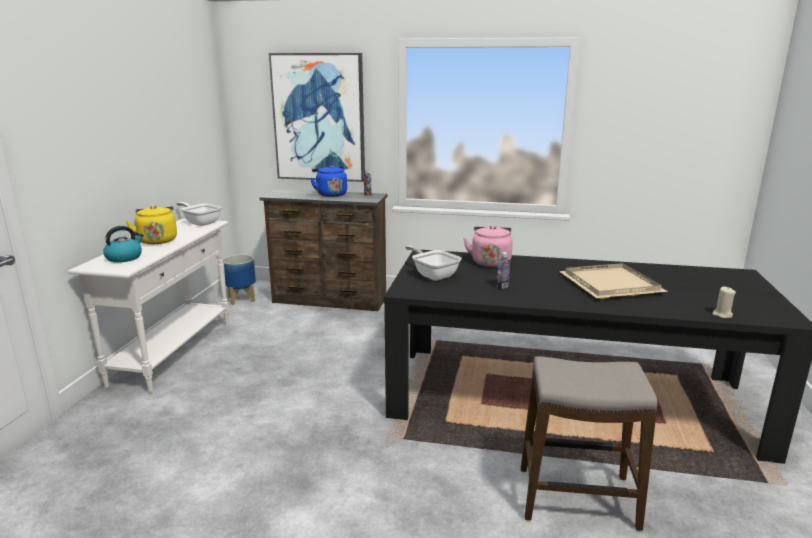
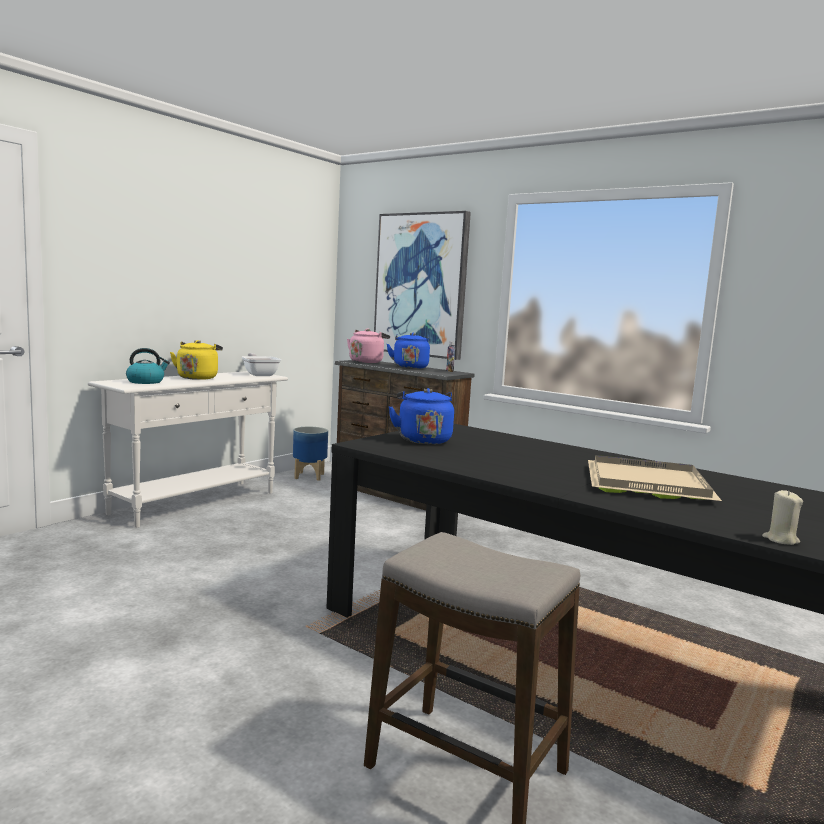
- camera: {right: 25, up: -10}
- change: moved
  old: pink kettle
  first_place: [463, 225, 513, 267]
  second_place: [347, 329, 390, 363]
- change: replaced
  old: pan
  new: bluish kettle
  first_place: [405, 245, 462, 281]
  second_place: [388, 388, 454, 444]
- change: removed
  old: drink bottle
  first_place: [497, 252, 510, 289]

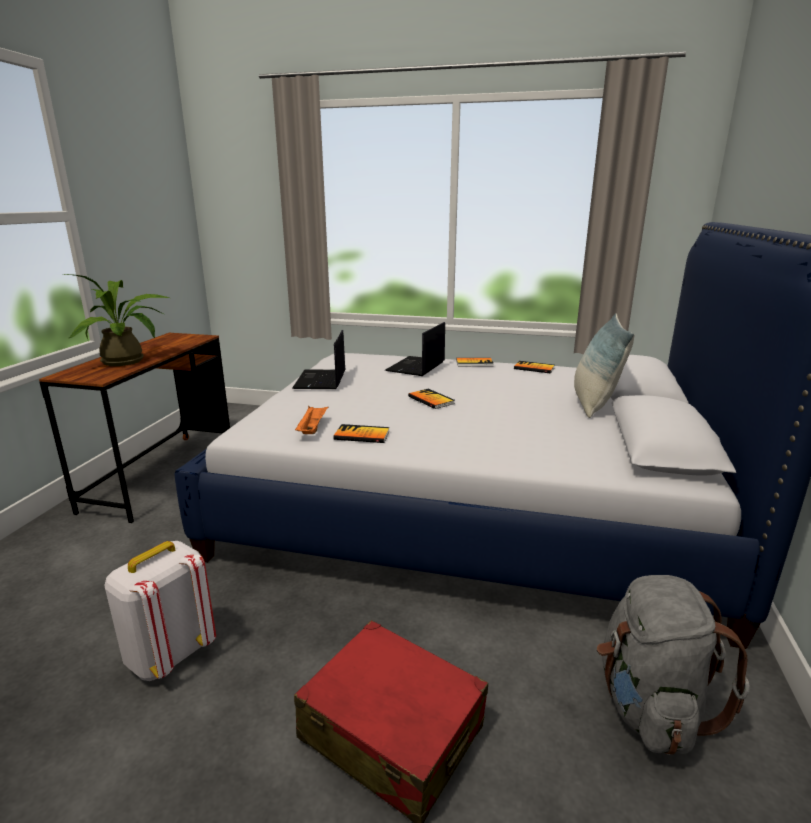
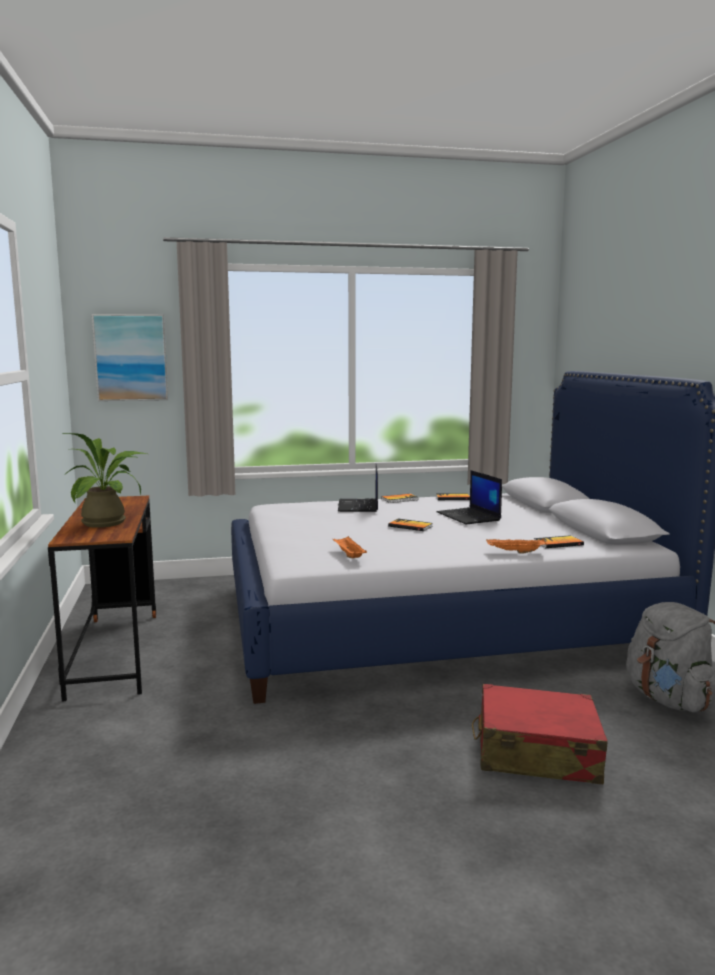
- camera: {right: -25, up: -10}
- change: added
  new: wall picture
  second_place: [92, 314, 168, 401]
- change: moved
  old: laptop
  first_place: [292, 330, 345, 389]
  second_place: [437, 470, 502, 524]
- change: added
  new: orange tray
  second_place: [486, 539, 546, 554]
- change: moved
  old: bound book
  first_place: [333, 424, 390, 443]
  second_place: [534, 535, 584, 548]
- change: removed
  old: whitish knapsack
  first_place: [105, 541, 216, 681]
- change: removed
  old: throw pillow
  first_place: [574, 313, 634, 418]

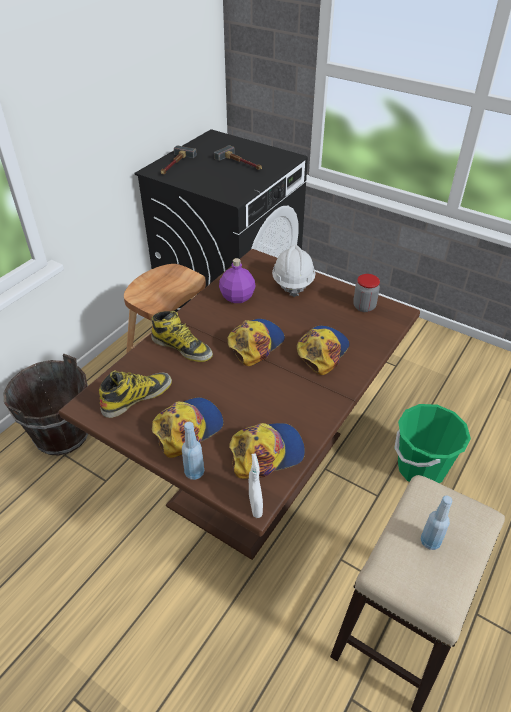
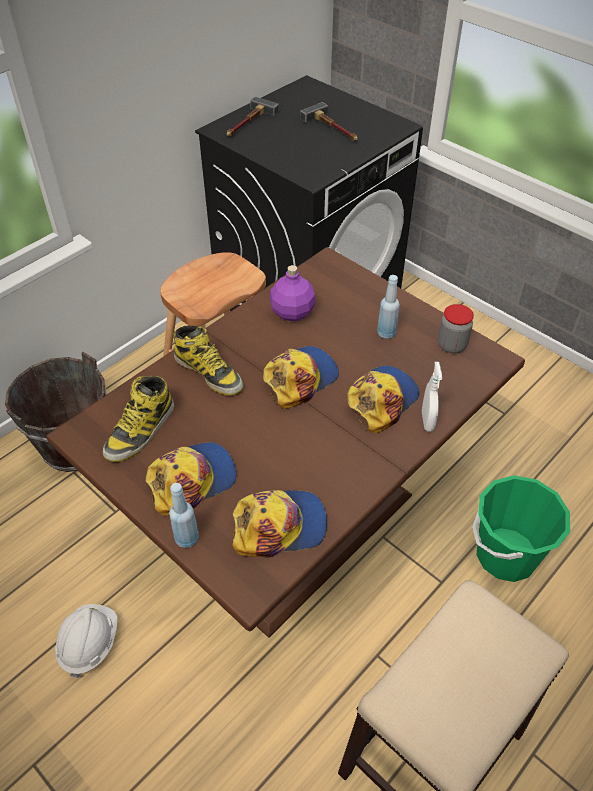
- camera: {right: 10, up: 5}
- change: moved
  old: whitish hard hat
  first_place: [272, 245, 316, 297]
  second_place: [55, 604, 118, 678]
- change: turned
  old: tall boot
  first_place: [99, 370, 172, 418]
  second_place: [103, 376, 174, 462]
  degrees: 150
- change: moved
  old: bluish drink bottle
  first_place: [420, 495, 452, 550]
  second_place: [377, 275, 400, 339]
- change: moved
  old: whitish spray bottle
  first_place: [249, 453, 263, 518]
  second_place: [422, 362, 442, 432]

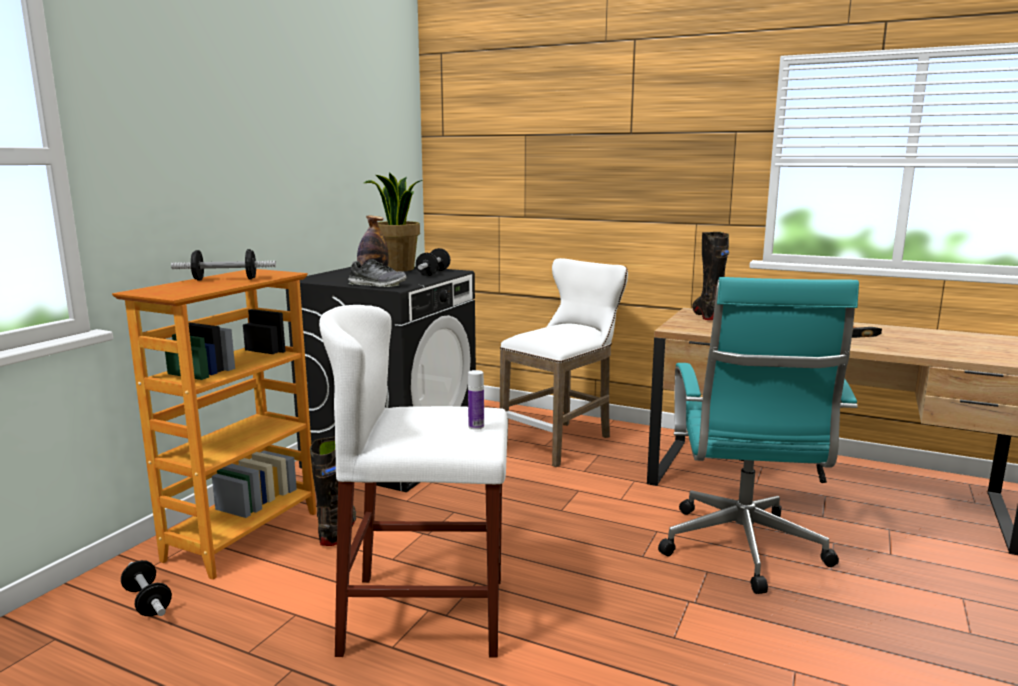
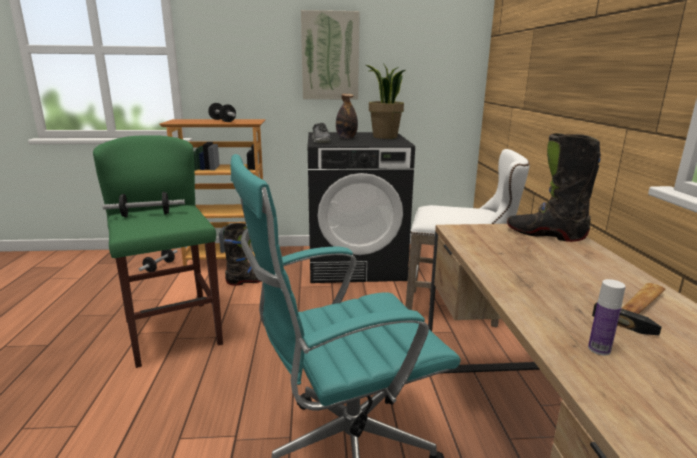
- camera: {right: 60, up: 5}
- change: recoloured
  old: whitish stool seat
  new: green-coloured stool seat
  first_place: [319, 305, 508, 657]
  second_place: [93, 135, 223, 368]
- change: moved
  old: free weight
  first_place: [416, 248, 450, 276]
  second_place: [103, 192, 185, 217]
- change: added
  new: wall picture
  second_place: [301, 10, 360, 100]
- change: turned
  old: black tall boot
  first_place: [692, 232, 729, 320]
  second_place: [507, 133, 601, 242]
  degrees: -120
- change: moved
  old: drink bottle
  first_place: [468, 370, 484, 430]
  second_place: [588, 279, 626, 356]

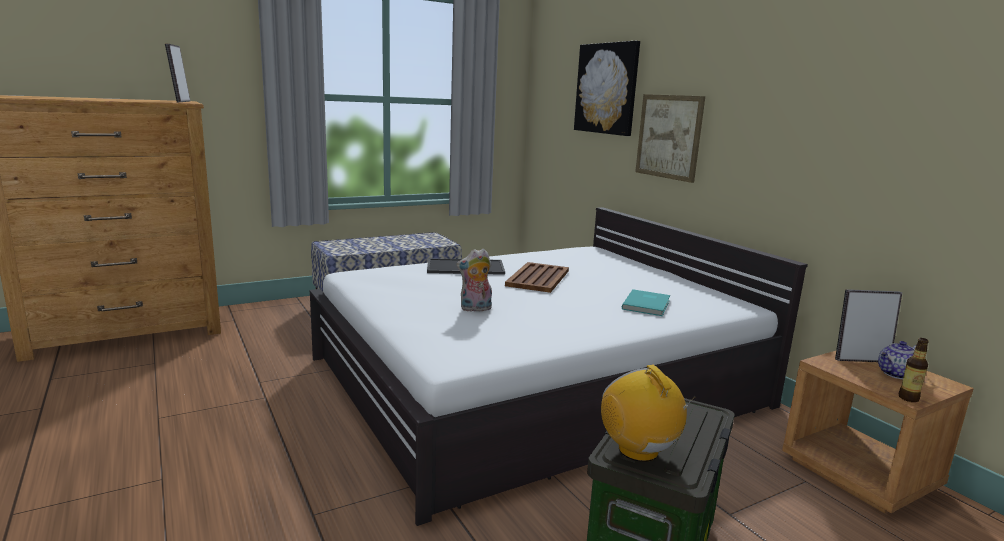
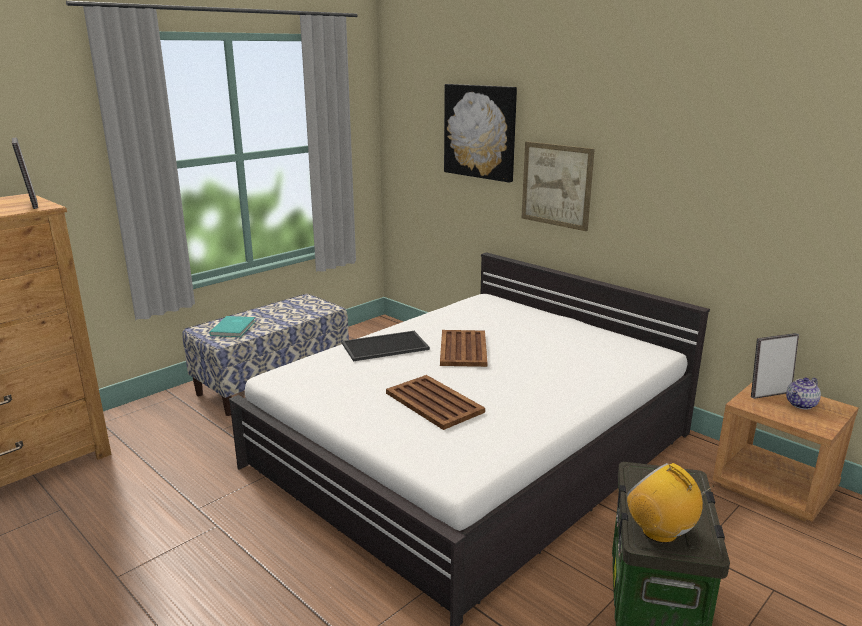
- camera: {right: -15, up: 5}
- change: moved
  old: blue-green bound book
  first_place: [622, 289, 670, 316]
  second_place: [209, 316, 256, 337]
- change: replaced
  old: plush toy
  new: brown tray
  first_place: [456, 248, 492, 312]
  second_place: [386, 375, 485, 430]
- change: removed
  old: drink bottle
  first_place: [899, 338, 929, 402]

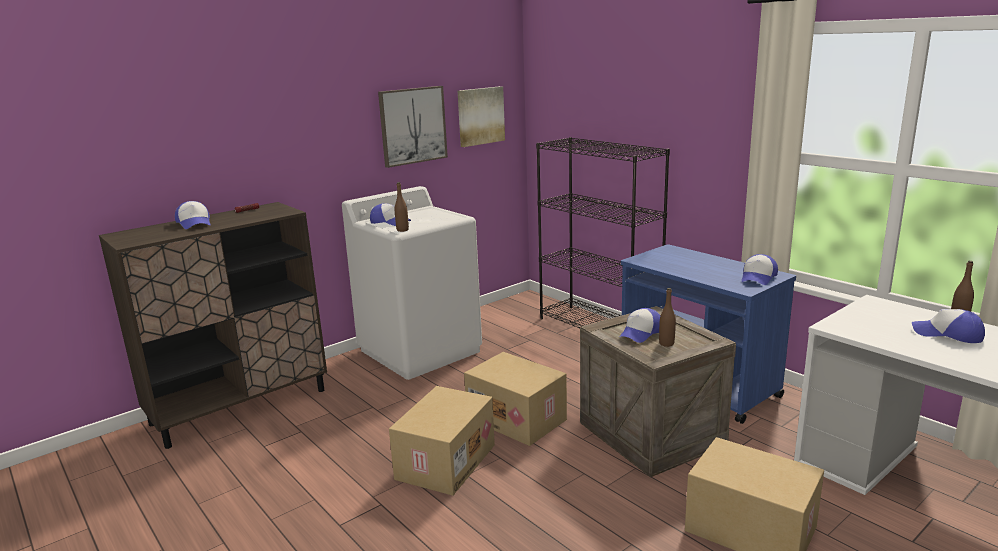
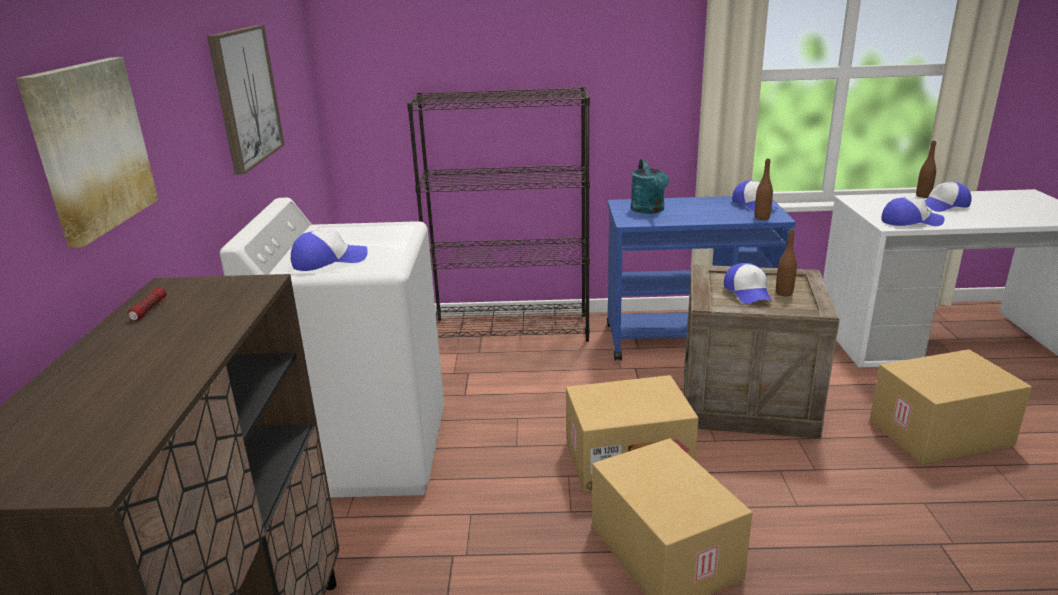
- camera: {right: -50, up: 5}
- change: moved
  old: wall picture
  first_place: [458, 86, 505, 147]
  second_place: [16, 57, 158, 248]
- change: added
  new: blue-green sprinkling can
  second_place: [631, 159, 669, 214]
- change: moved
  old: brown drink bottle
  first_place: [395, 182, 409, 232]
  second_place: [754, 159, 773, 220]
- change: moved
  old: baseball cap
  first_place: [175, 201, 211, 229]
  second_place: [881, 197, 944, 226]

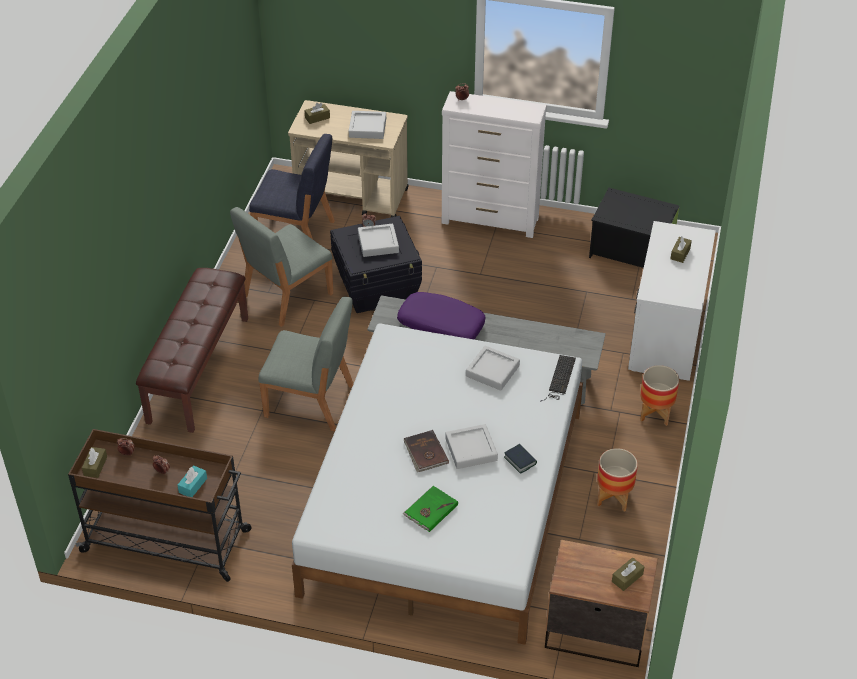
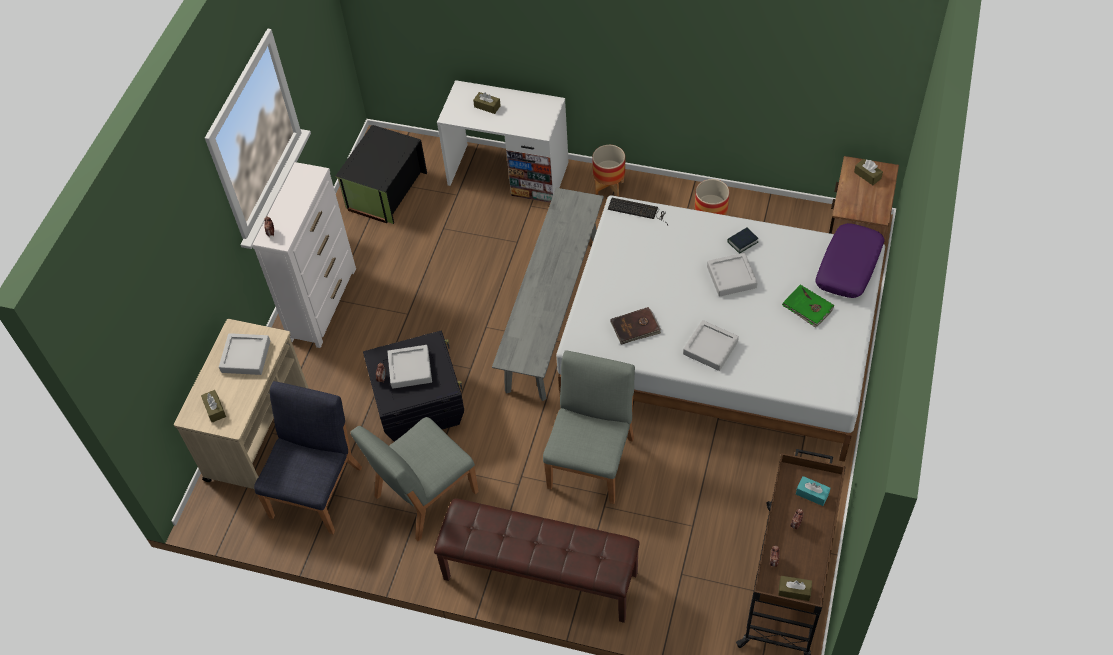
- camera: {right: -85, up: 10}
- change: turned
  old: grey plain chair
  first_place: [230, 207, 333, 327]
  second_place: [350, 417, 479, 541]
  degrees: 90
- change: moved
  old: brown bound book
  first_place: [404, 430, 449, 472]
  second_place: [610, 307, 661, 345]
- change: moved
  old: grey tray
  first_place: [466, 346, 520, 391]
  second_place: [683, 320, 739, 371]
- change: moved
  old: purple throw pillow
  first_place: [397, 292, 486, 340]
  second_place: [815, 223, 885, 298]

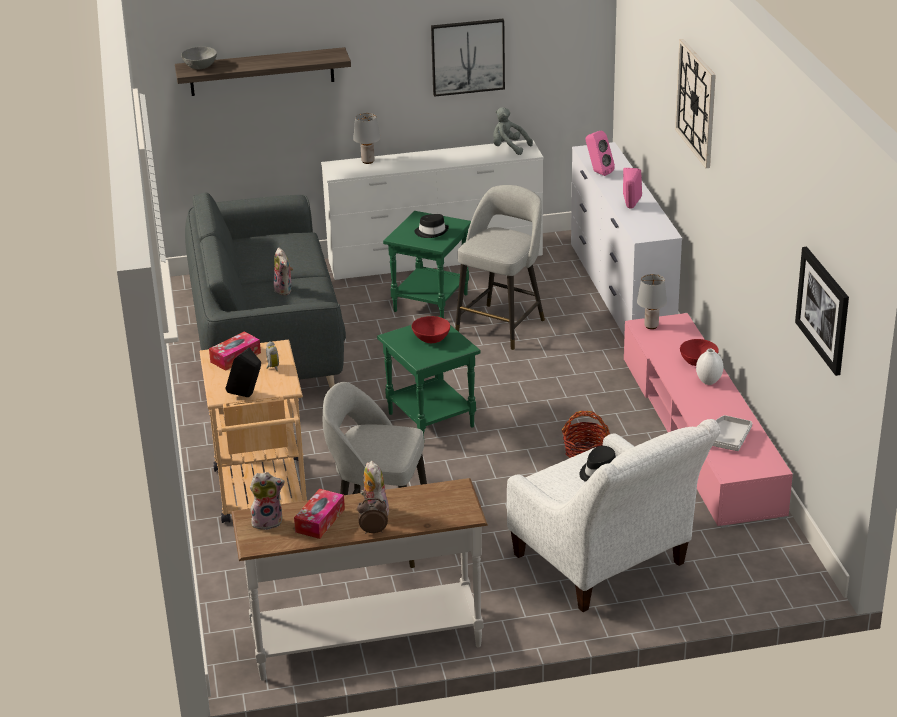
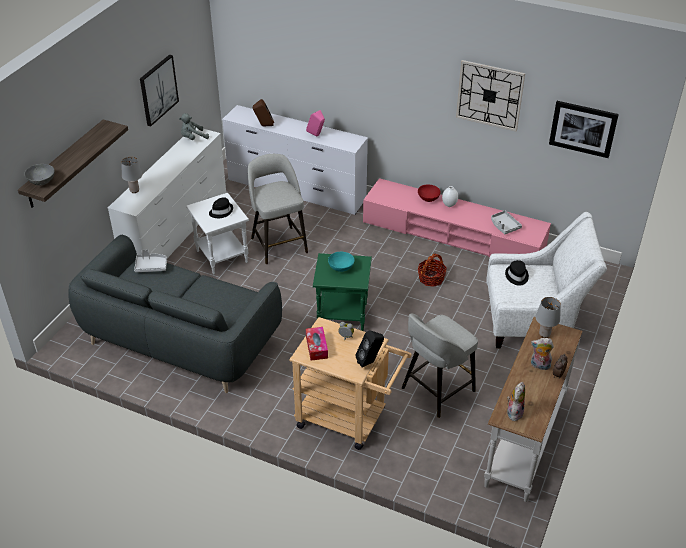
- camera: {right: -55, up: 10}
- change: added
  new: grey tray
  second_place: [134, 249, 167, 272]
- change: recoloured
  old: green-coloured accent table
  new: whitish accent table
  first_place: [383, 211, 471, 318]
  second_place: [186, 193, 249, 275]
- change: recoloured
  old: pink speaker
  new: brown speaker
  first_place: [586, 130, 615, 176]
  second_place: [253, 99, 274, 126]
- change: recoloured
  old: reddish deep dish
  new: blue-green deep dish
  first_place: [412, 316, 450, 343]
  second_place: [328, 252, 355, 272]
- change: moved
  old: hanging clock
  first_place: [675, 39, 716, 168]
  second_place: [456, 60, 525, 131]
- change: moved
  old: grey tabletop lamp
  first_place: [637, 274, 667, 329]
  second_place: [536, 297, 561, 338]
- change: removed
  old: plush toy
  first_place: [273, 248, 293, 295]
- change: removed
  old: box of tissues
  first_place: [294, 489, 345, 539]

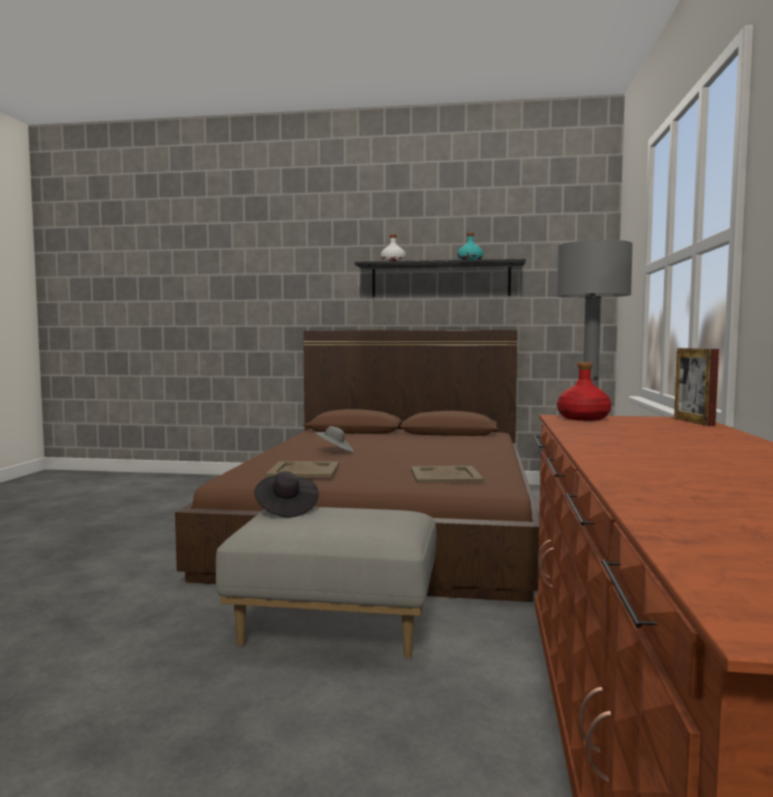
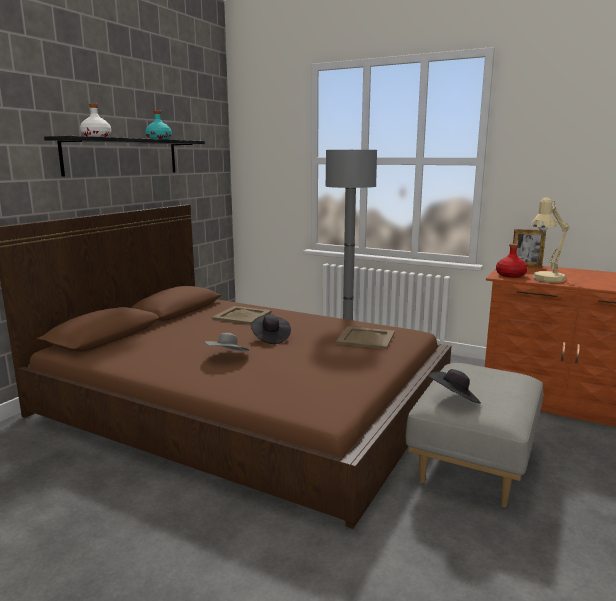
- camera: {right: -70, up: 10}
- change: moved
  old: sand-coloured tray
  first_place: [266, 461, 339, 478]
  second_place: [212, 306, 271, 324]
- change: added
  new: black clothing hat
  second_place: [251, 314, 291, 344]
- change: added
  new: sand-coloured tabletop lamp
  second_place: [531, 197, 570, 283]

